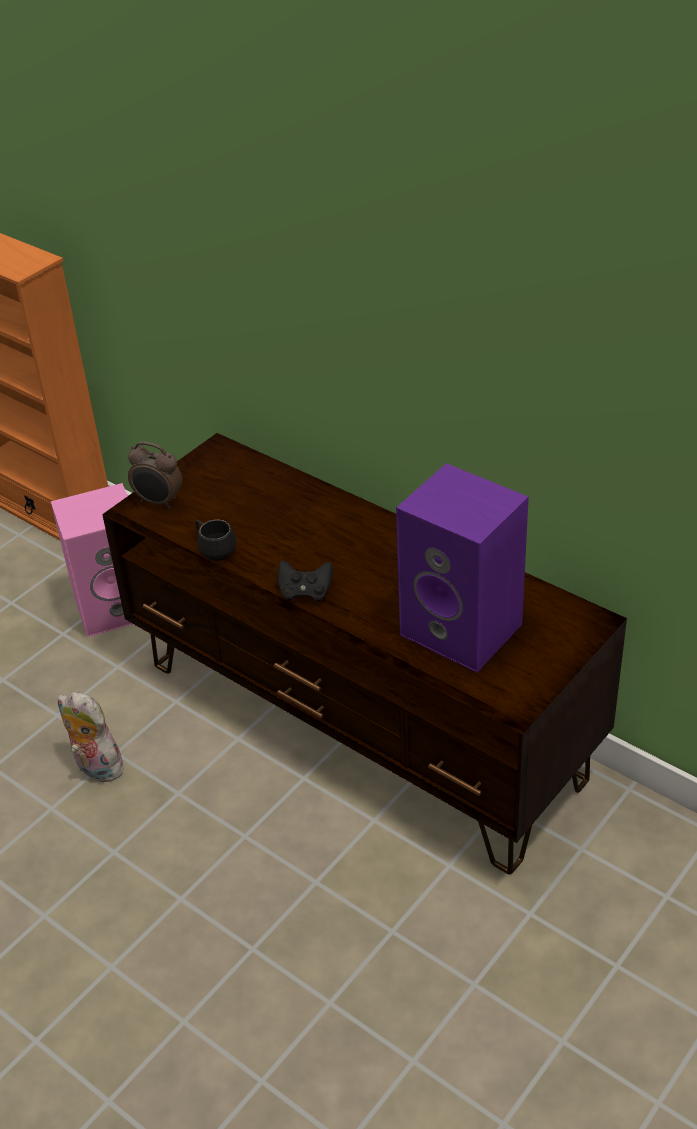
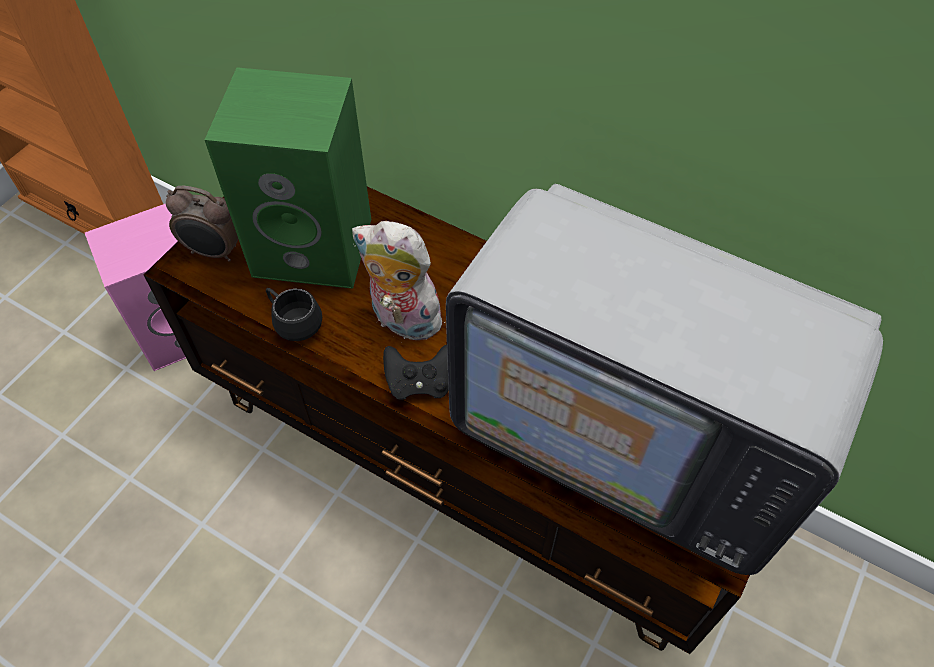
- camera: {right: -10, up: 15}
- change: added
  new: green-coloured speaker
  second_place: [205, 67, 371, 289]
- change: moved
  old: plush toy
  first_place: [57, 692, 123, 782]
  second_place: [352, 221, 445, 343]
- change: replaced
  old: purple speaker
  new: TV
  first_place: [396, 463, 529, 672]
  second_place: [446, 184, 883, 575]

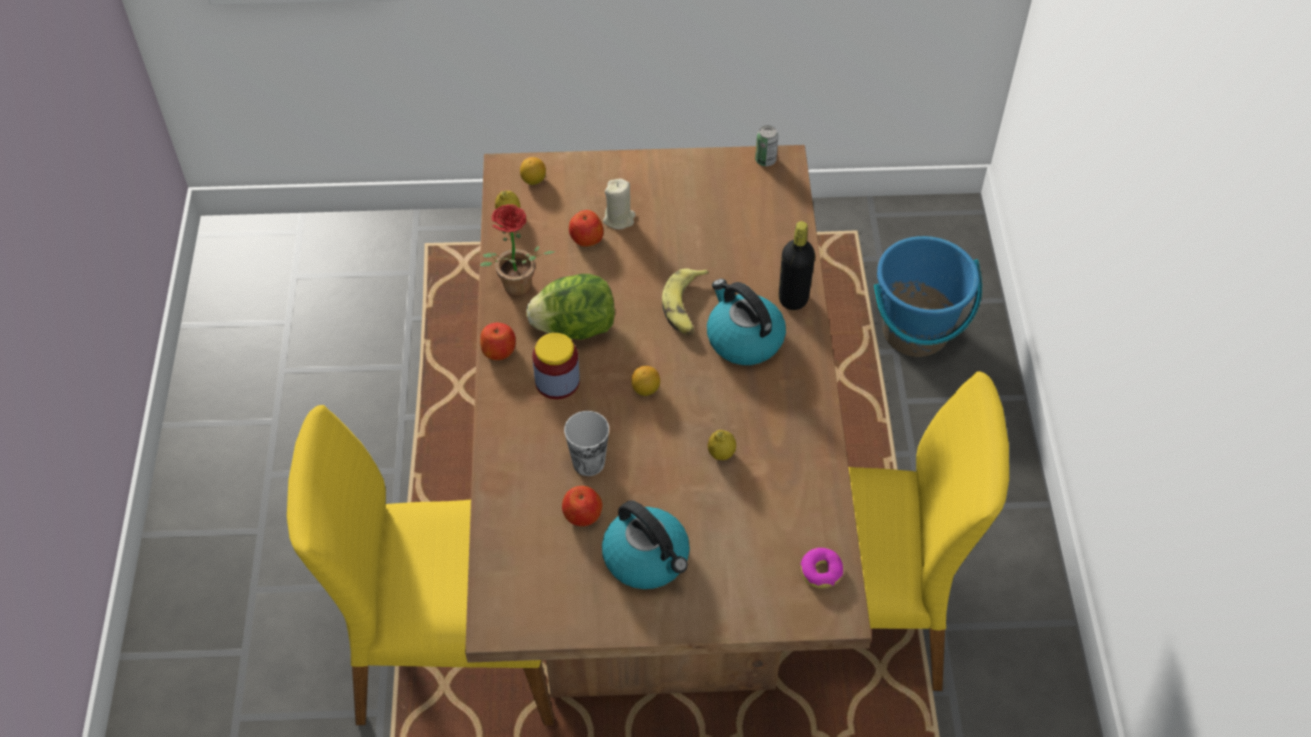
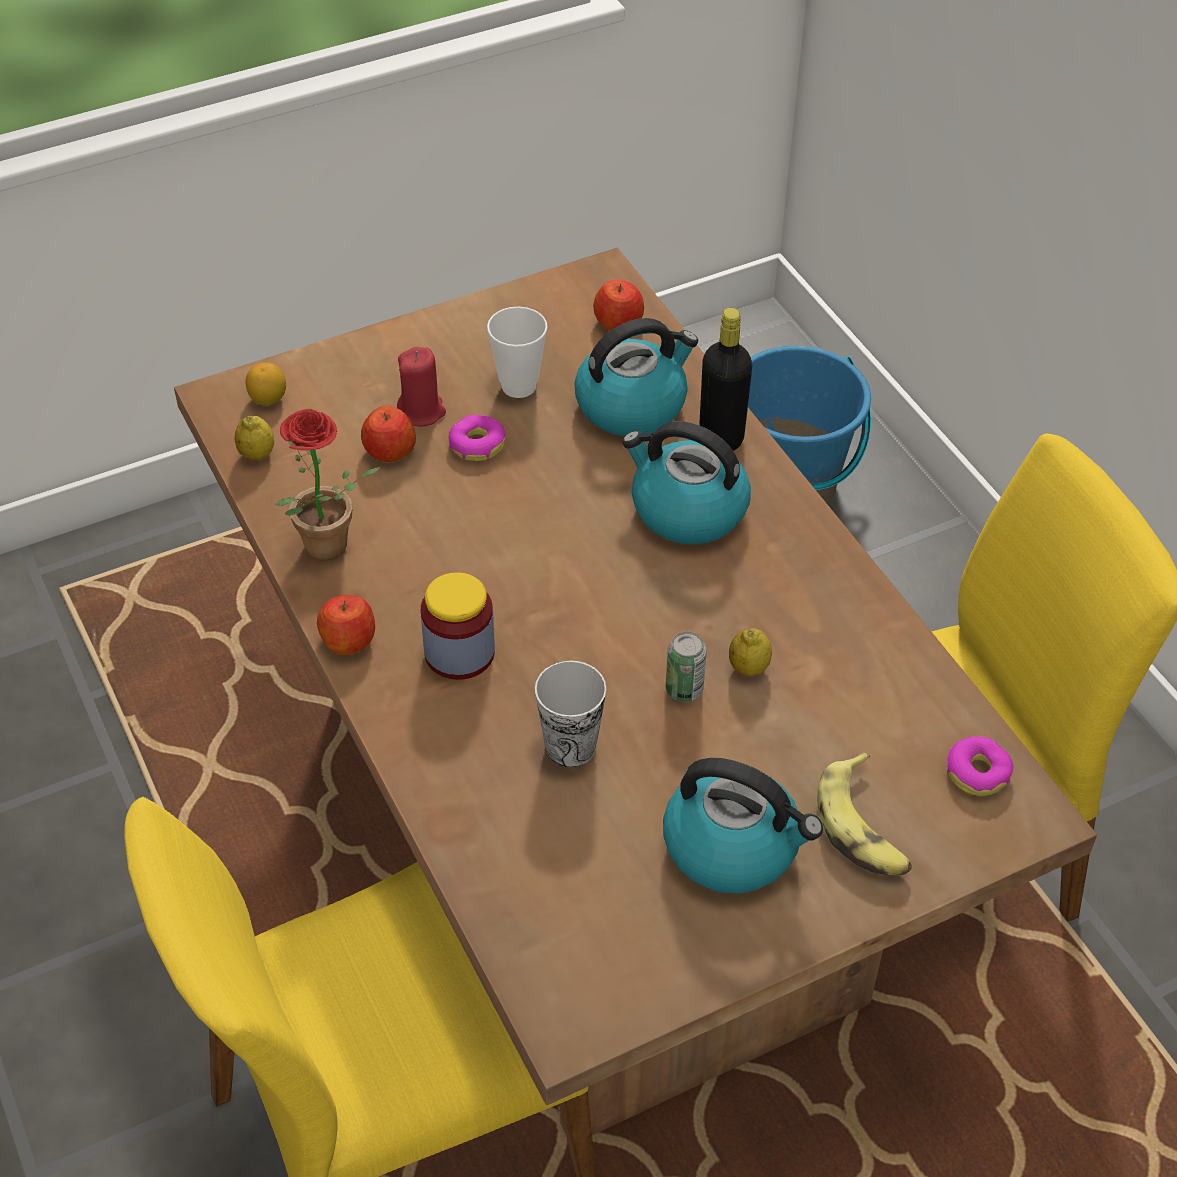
- camera: {right: -25, up: -5}
- change: recoloured
  old: sand-coloured wax candle
  new: reddish wax candle
  first_place: [603, 179, 636, 229]
  second_place: [397, 347, 446, 426]
- change: added
  new: donut
  second_place: [448, 415, 506, 461]
- change: added
  new: cup
  second_place: [487, 307, 548, 398]
- change: added
  new: kettle
  second_place: [574, 318, 698, 436]
- change: moved
  old: apple
  first_place: [562, 486, 602, 526]
  second_place: [593, 280, 644, 331]
- change: moved
  old: can
  first_place: [755, 125, 778, 166]
  second_place: [666, 632, 707, 702]
- change: moved
  old: banana
  first_place: [662, 269, 709, 335]
  second_place: [817, 752, 912, 876]
- change: removed
  old: lettuce head
  first_place: [526, 274, 615, 340]
- change: removed
  old: whole lemon
  first_place: [631, 366, 660, 396]

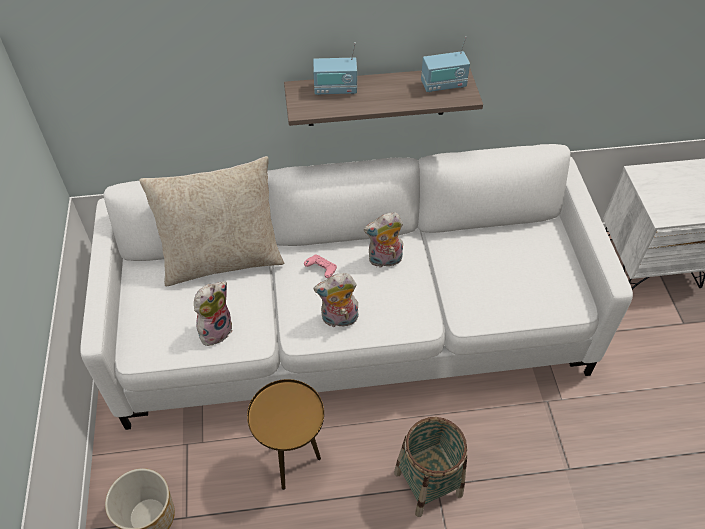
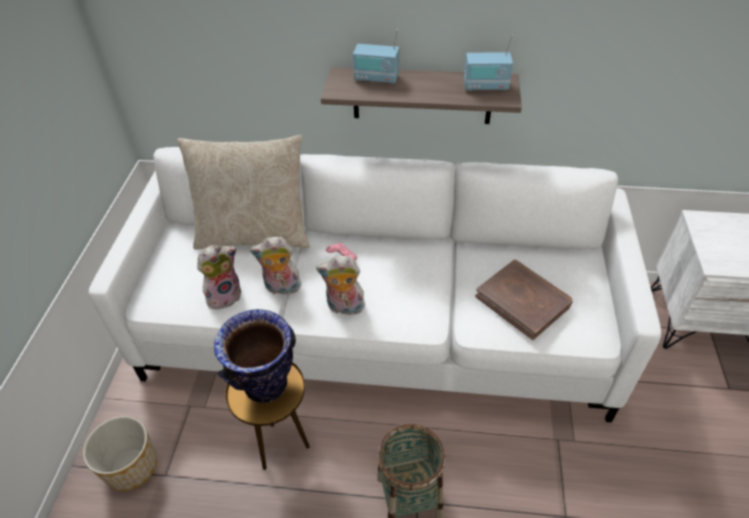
- camera: {right: 15, up: -5}
- change: added
  new: decorative vase
  second_place: [214, 309, 296, 403]
- change: moved
  old: plush toy
  first_place: [364, 212, 403, 268]
  second_place: [250, 237, 301, 295]
- change: added
  new: brown bound book
  second_place: [475, 260, 572, 340]

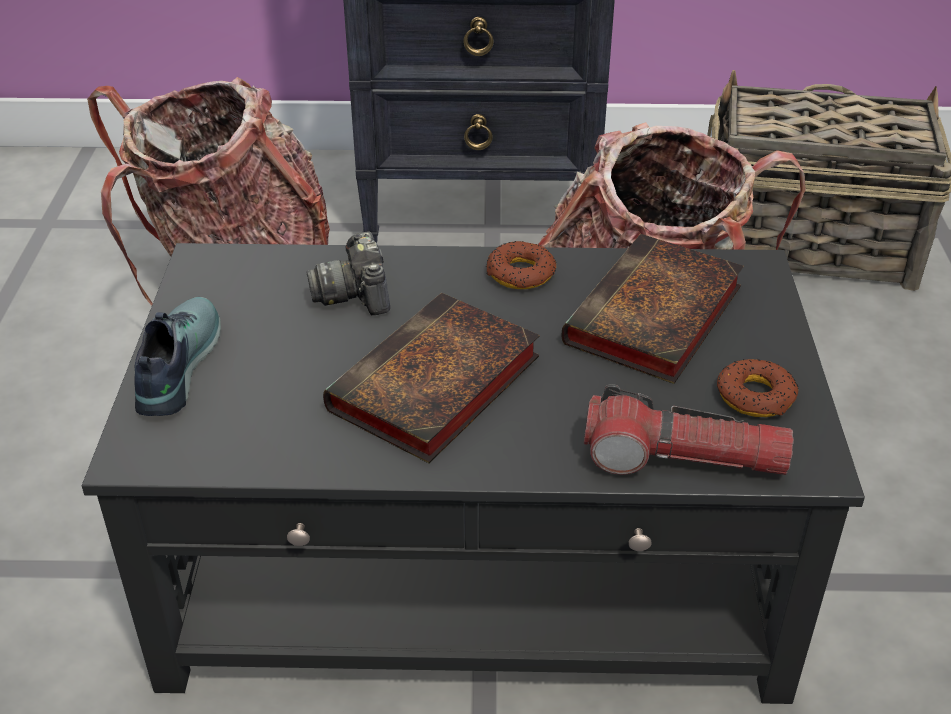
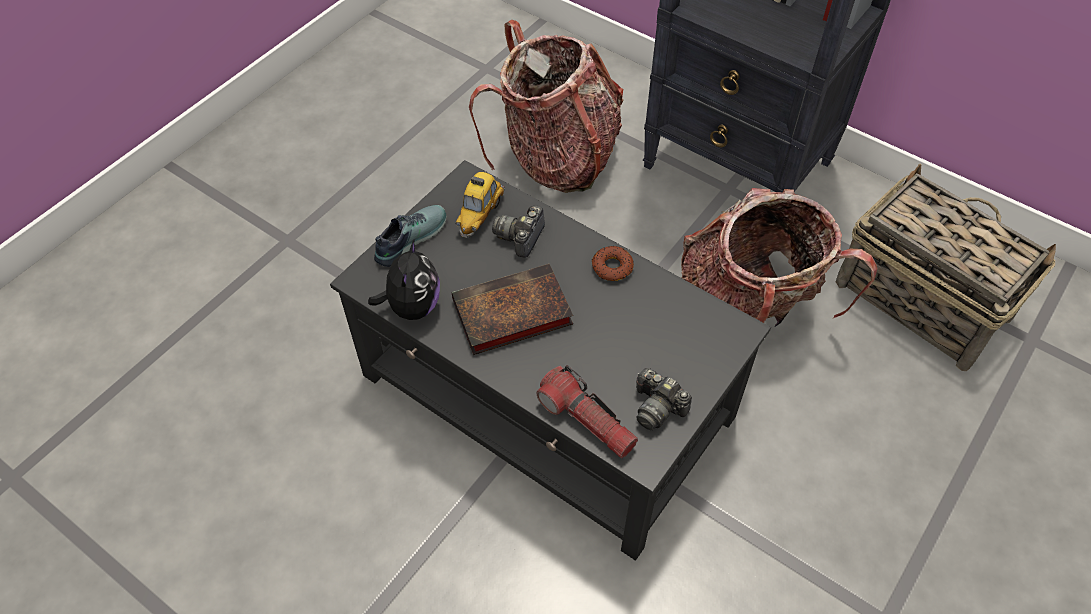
- camera: {right: 35, up: 15}
- change: added
  new: plush toy
  second_place: [368, 238, 440, 320]
- change: added
  new: model car
  second_place: [456, 172, 504, 238]
- change: replaced
  old: donut
  new: photo camera
  first_place: [717, 359, 798, 417]
  second_place: [636, 368, 692, 430]
- change: removed
  old: bound book
  first_place: [561, 234, 744, 384]

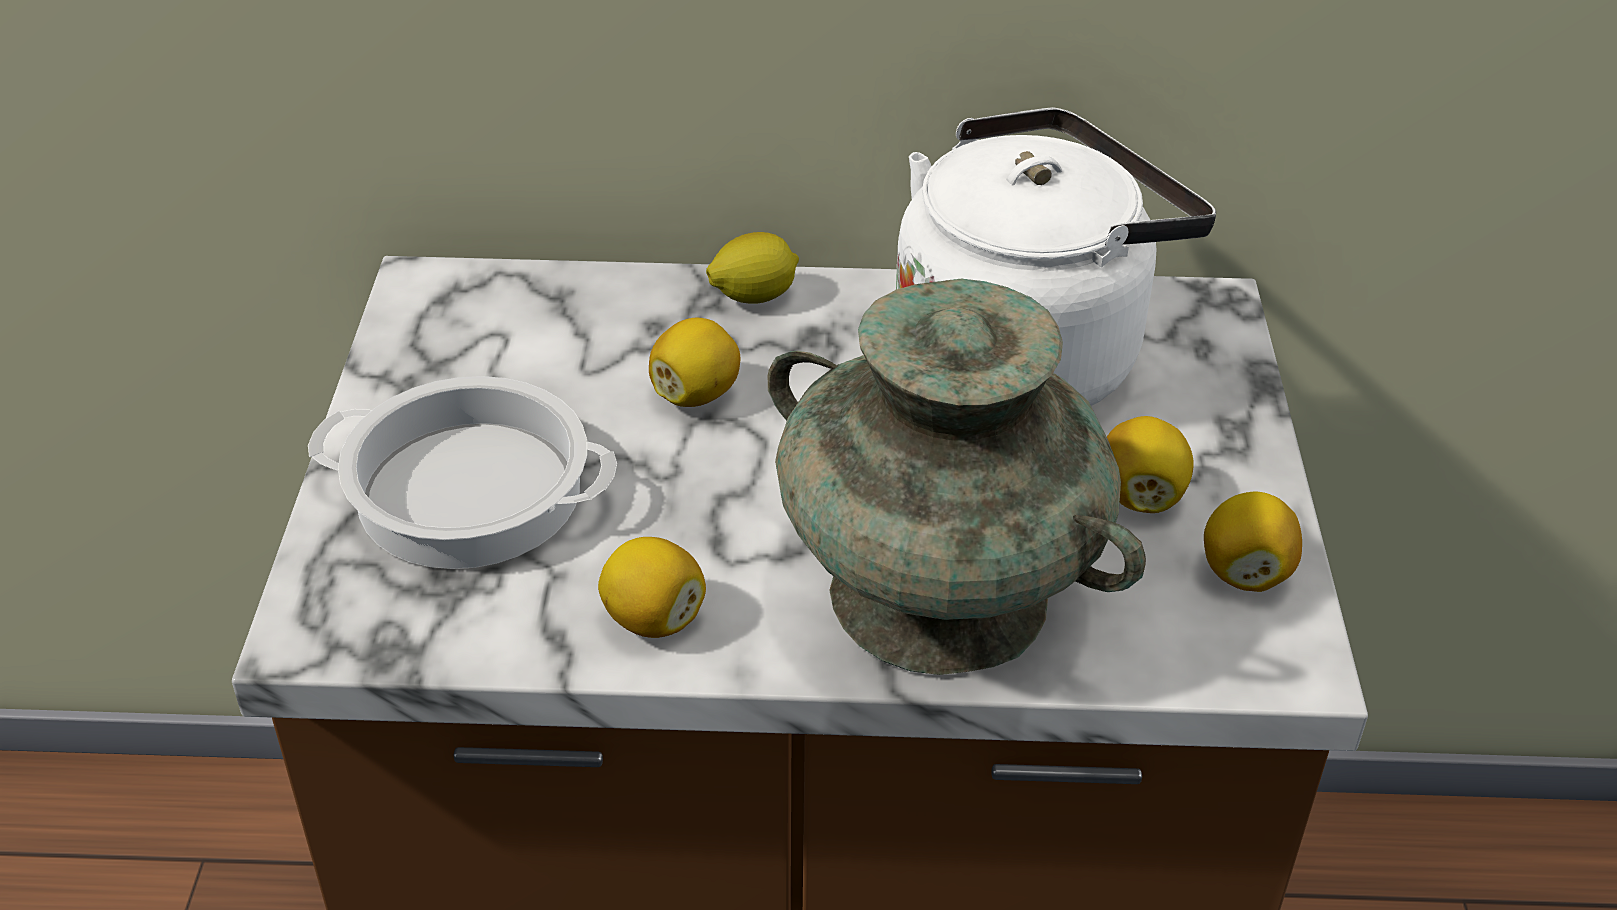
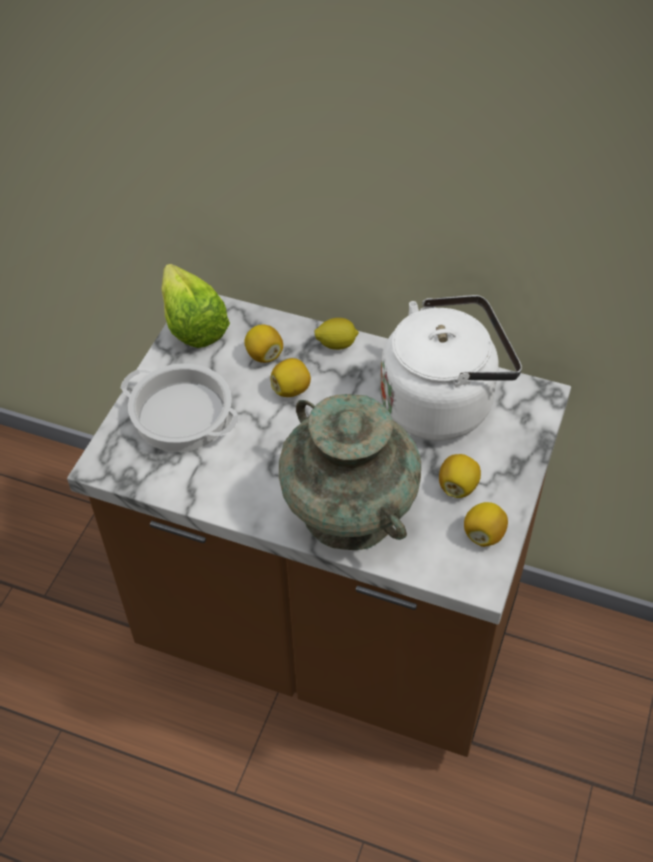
- camera: {right: 20, up: 10}
- change: added
  new: lettuce head
  second_place: [161, 264, 230, 348]
- change: moved
  old: whole lemon
  first_place: [598, 537, 706, 638]
  second_place: [244, 324, 283, 363]

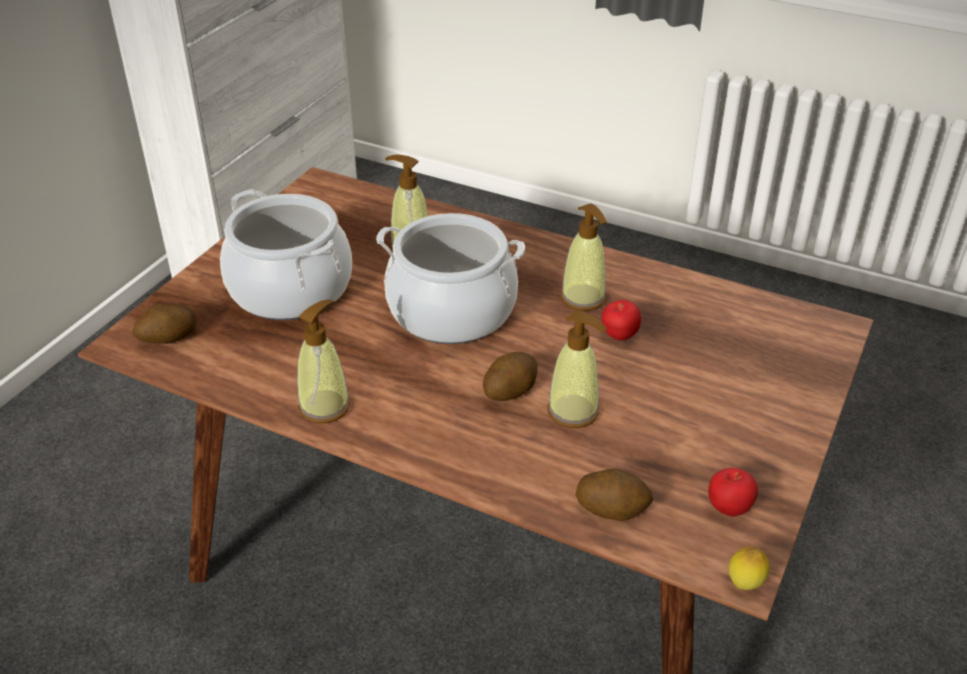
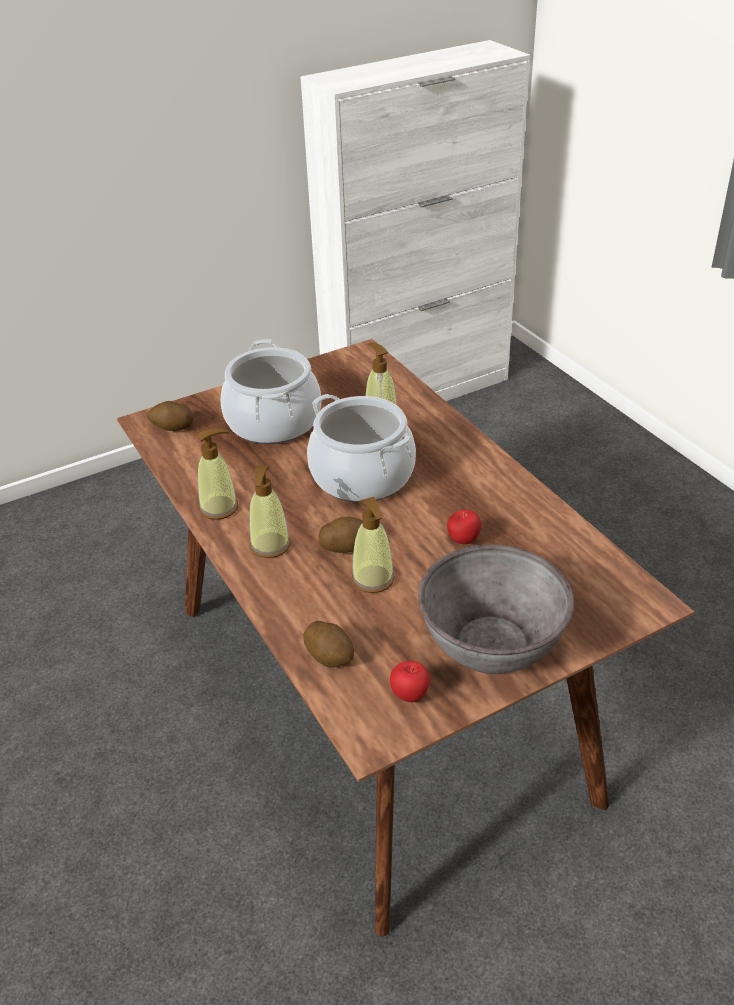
- camera: {right: 35, up: 0}
- change: moved
  old: soap bottle
  first_place: [561, 203, 607, 311]
  second_place: [249, 466, 291, 558]
- change: added
  new: grey deep dish
  second_place: [418, 544, 574, 674]
- change: removed
  old: whole lemon
  first_place: [729, 546, 770, 590]

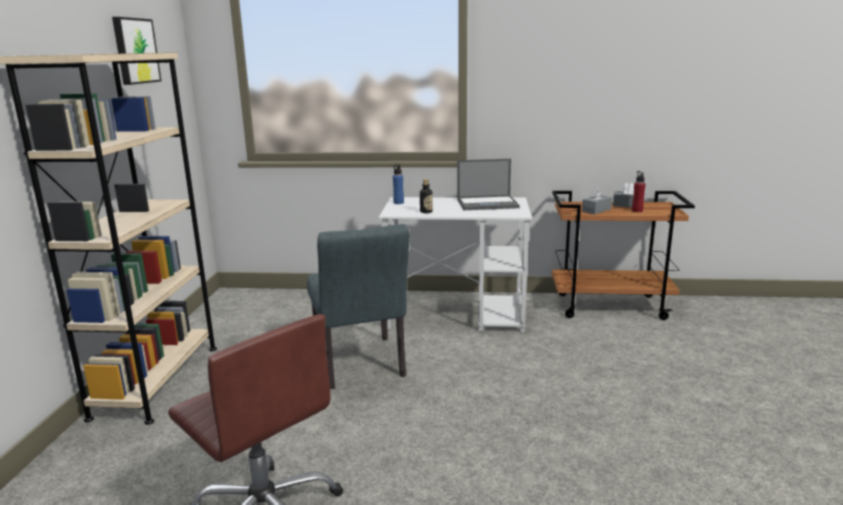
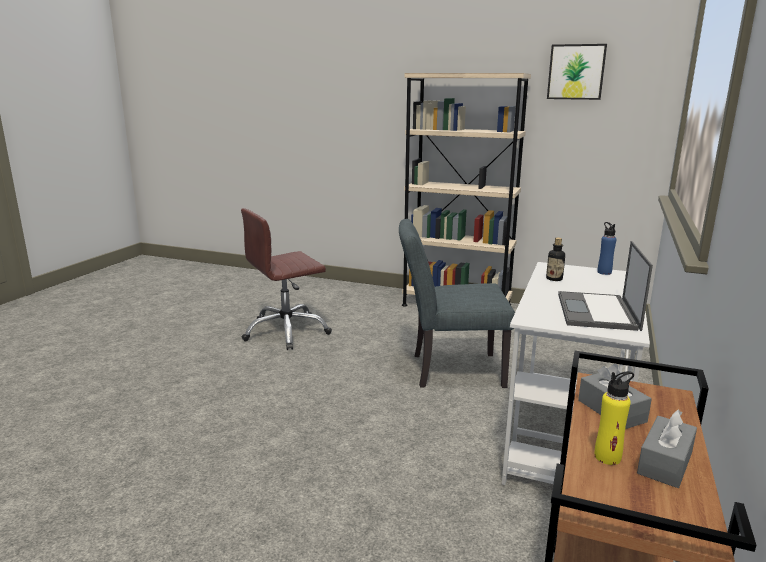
- camera: {right: 105, up: 0}
- change: recoloured
  old: reddish drink bottle
  new: yellow drink bottle
  first_place: [632, 171, 646, 212]
  second_place: [594, 371, 634, 465]

